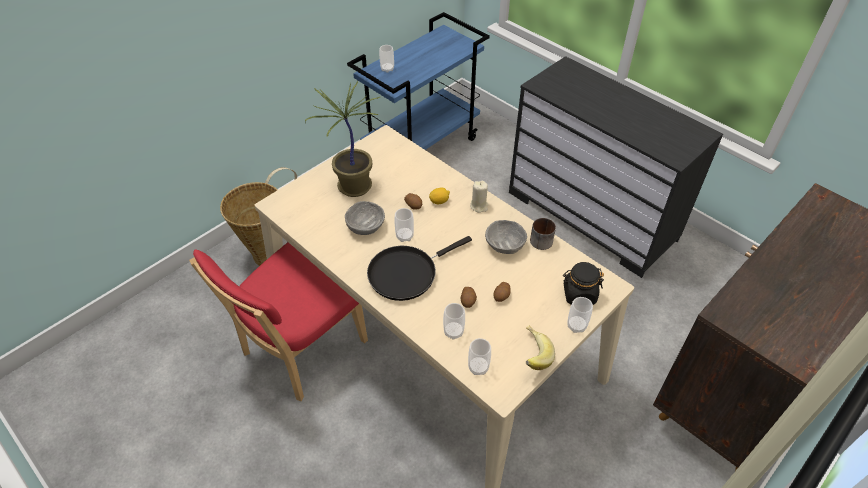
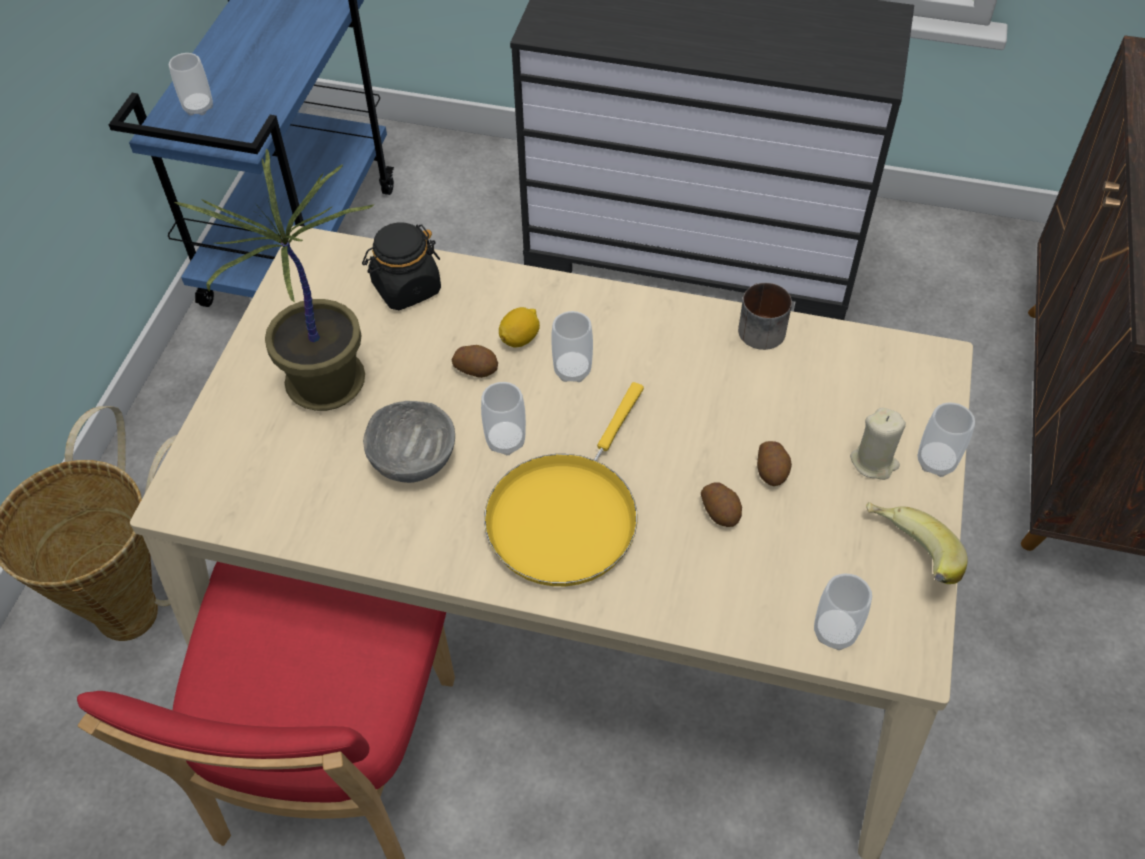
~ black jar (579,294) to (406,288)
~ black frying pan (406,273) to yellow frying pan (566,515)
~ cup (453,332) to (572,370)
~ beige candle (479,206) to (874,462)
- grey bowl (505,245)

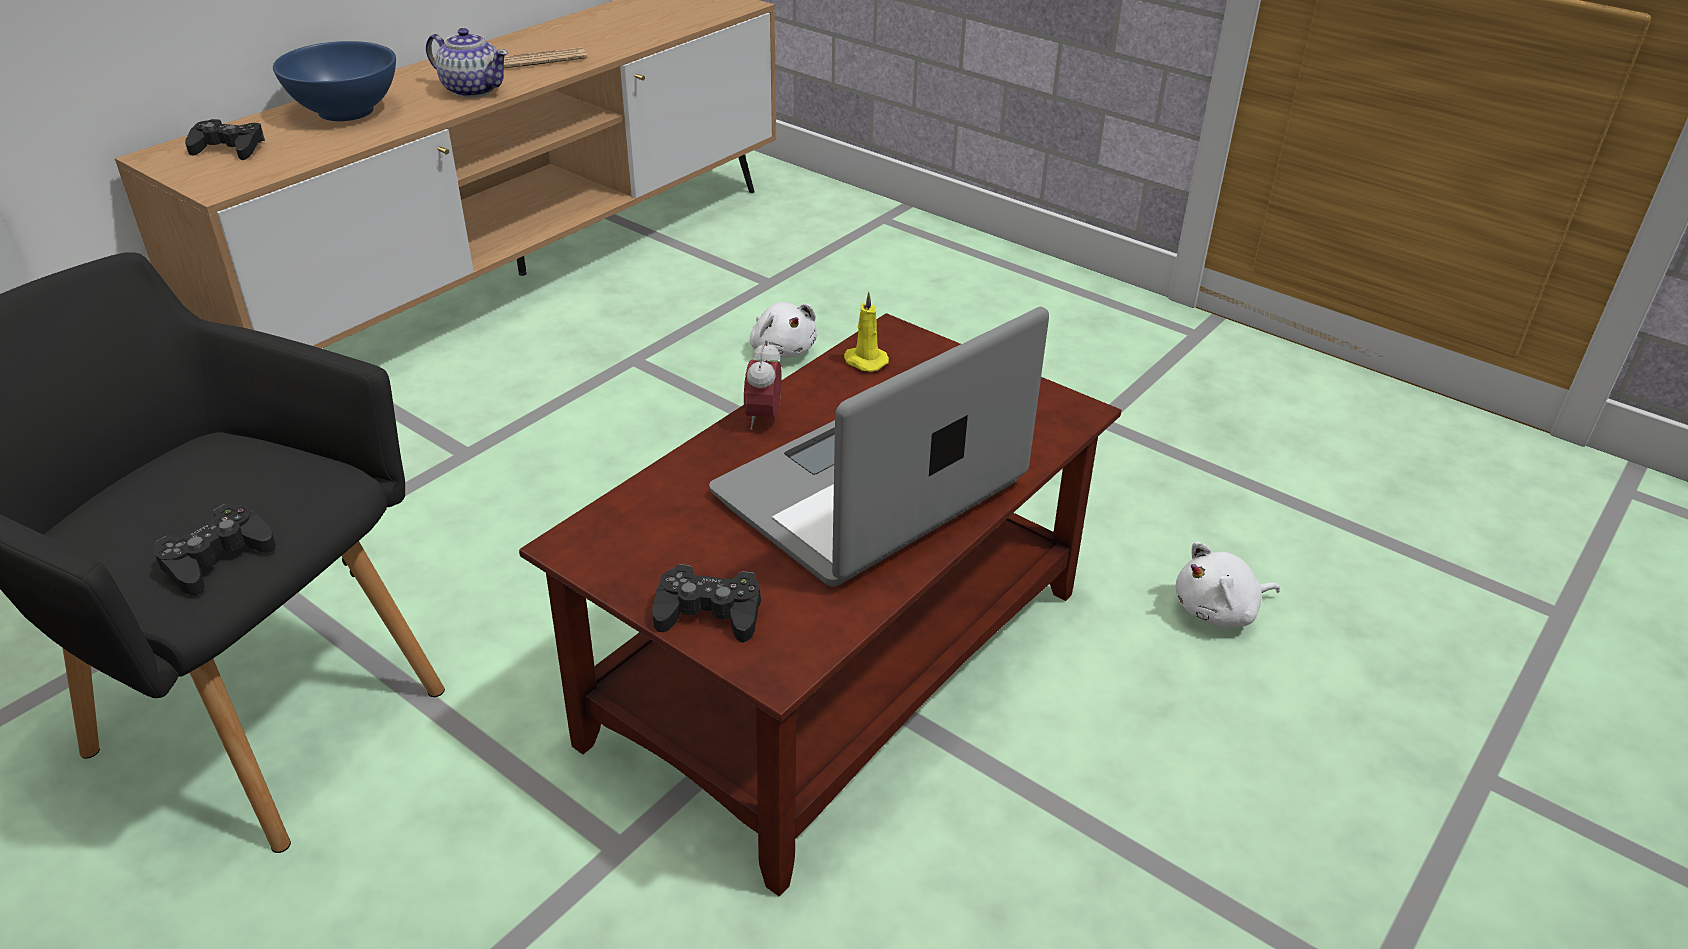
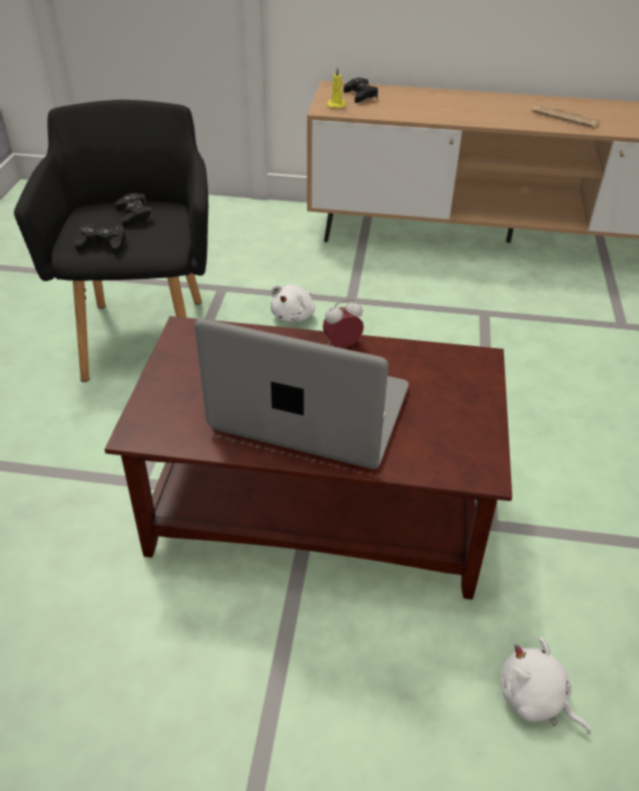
~ black game controller (709,613) to (134,216)
~ white plush toy (782,349) to (294,315)
~ yellow candle (864,361) to (336,105)
- blue bowl (346,111)
- teapot (472,89)

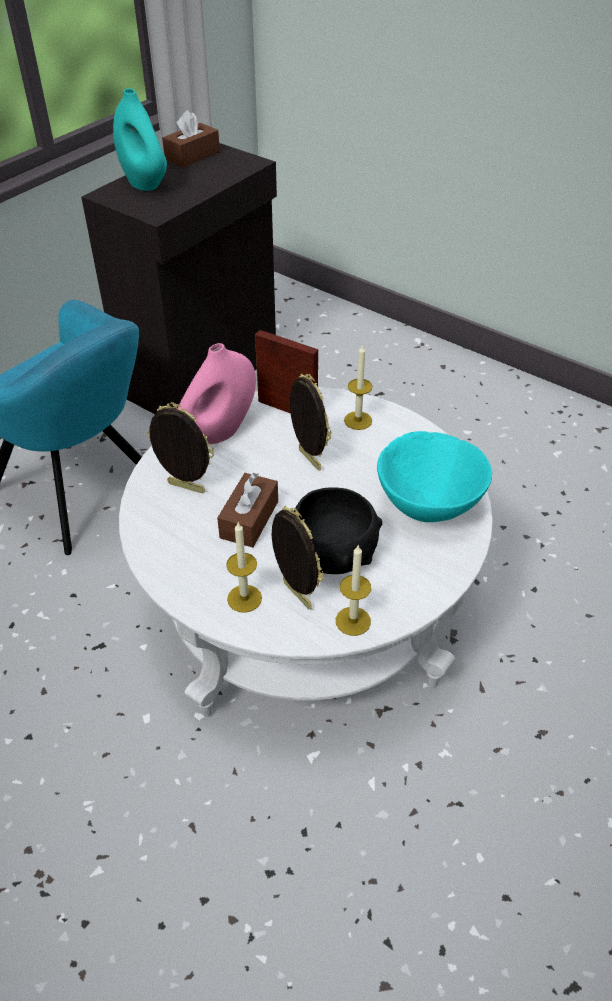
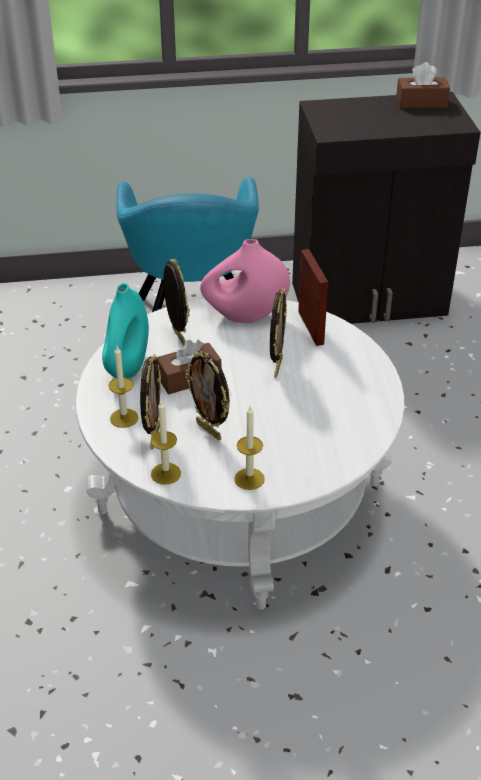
~ turquoise vase (144,183) to (128,367)
~ black bowl (333,554) to picture frame (210,430)
~ candle (358,420) to (249,479)
- turquoise bowl (428,507)

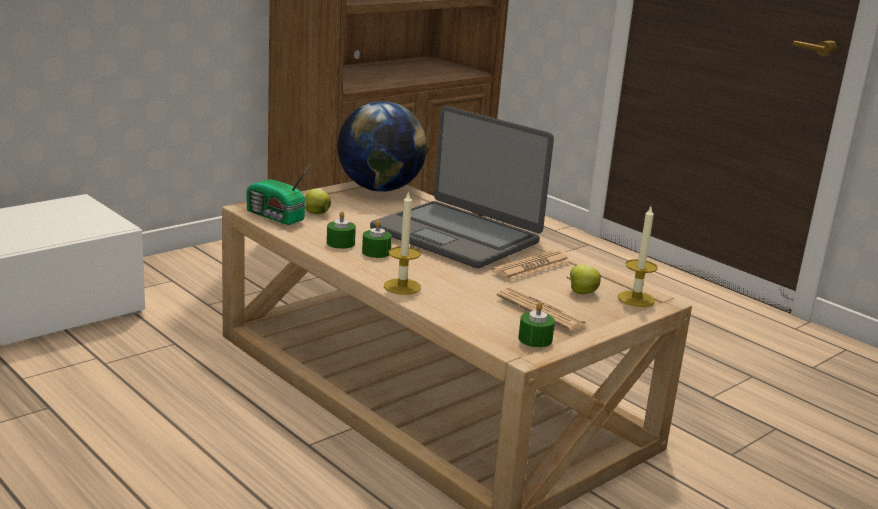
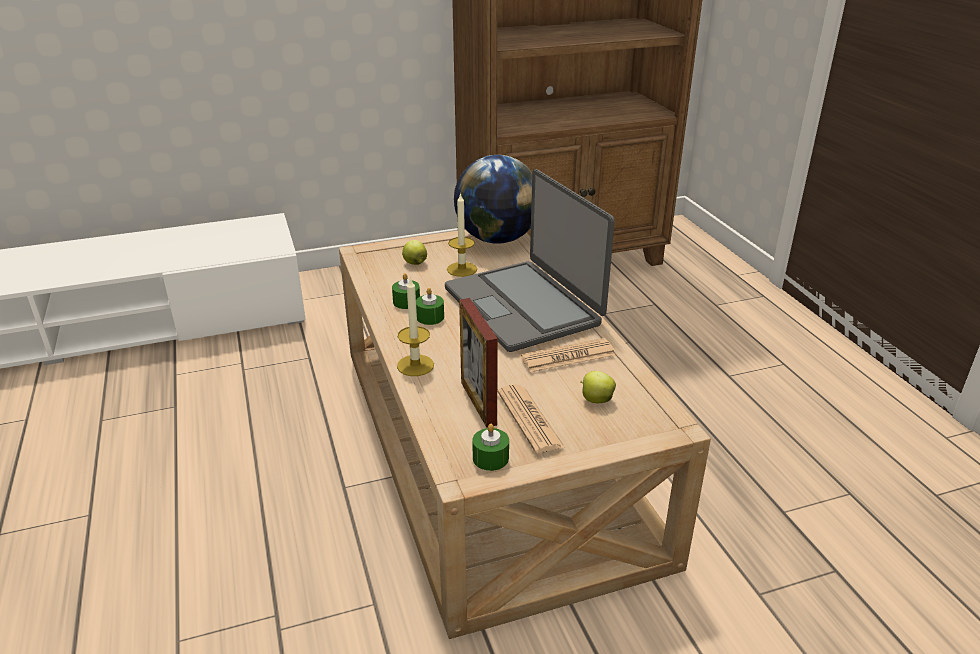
~ candle (636,299) to (462,269)
+ picture frame (478,403)
- radio (275,217)

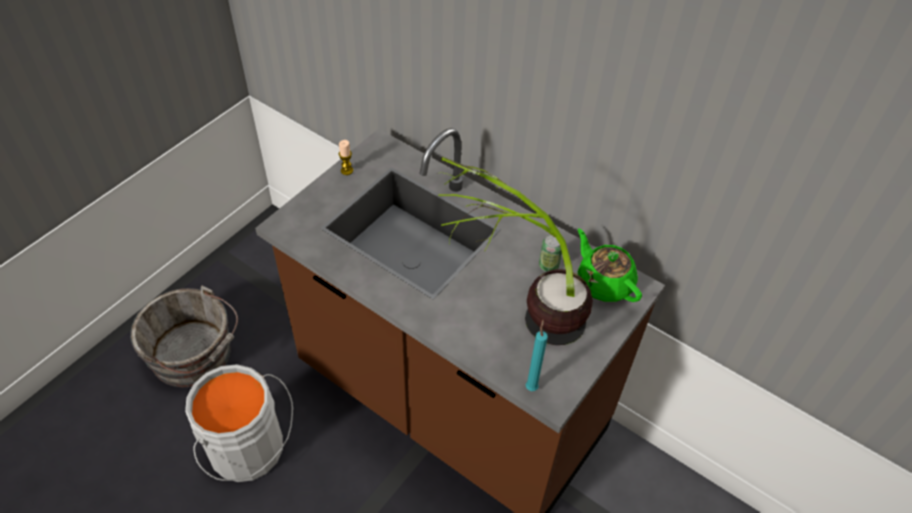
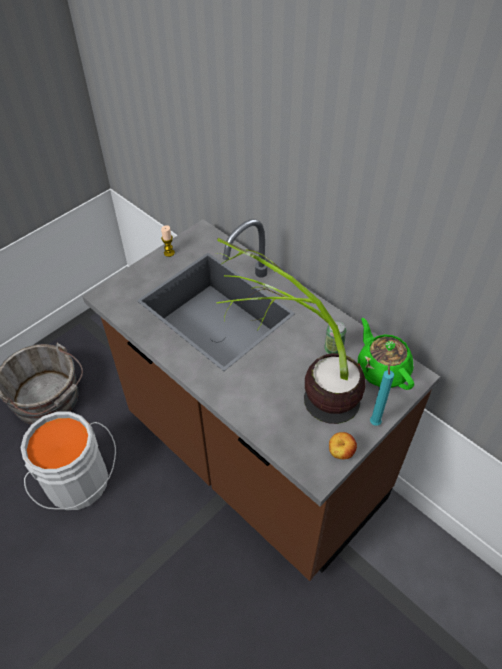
+ apple (340,453)
~ turquoise candle (531,386) to (375,421)

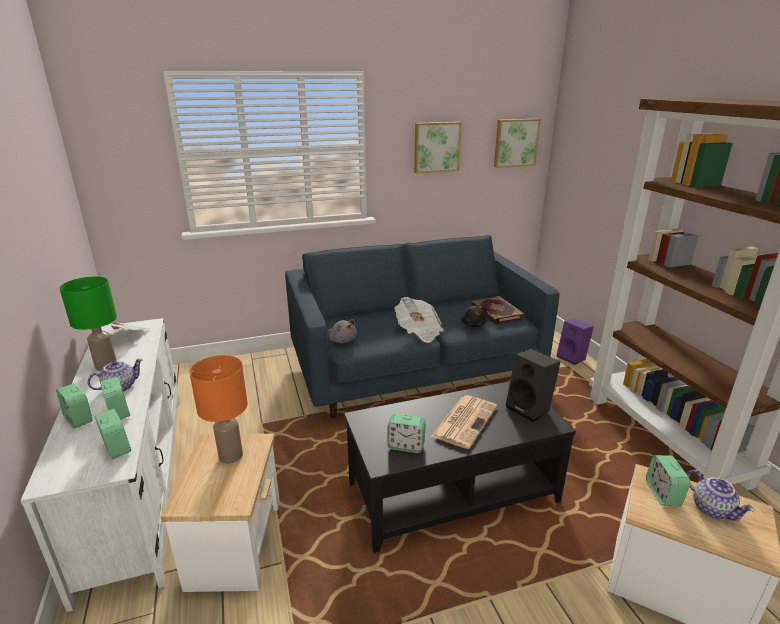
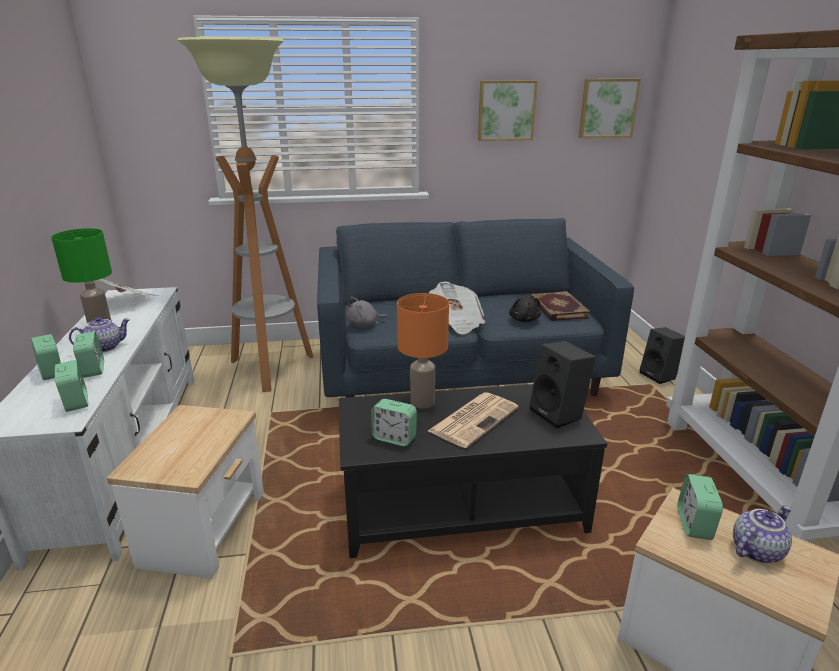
+ floor lamp (271,368)
~ grey plush toy (342,340) = (364,325) 105 degrees clockwise
~ orange table lamp (230,455) to (422,402)
~ purple speaker (572,358) to black speaker (660,376)
~ teapot (713,509) = (756,549) 105 degrees counterclockwise

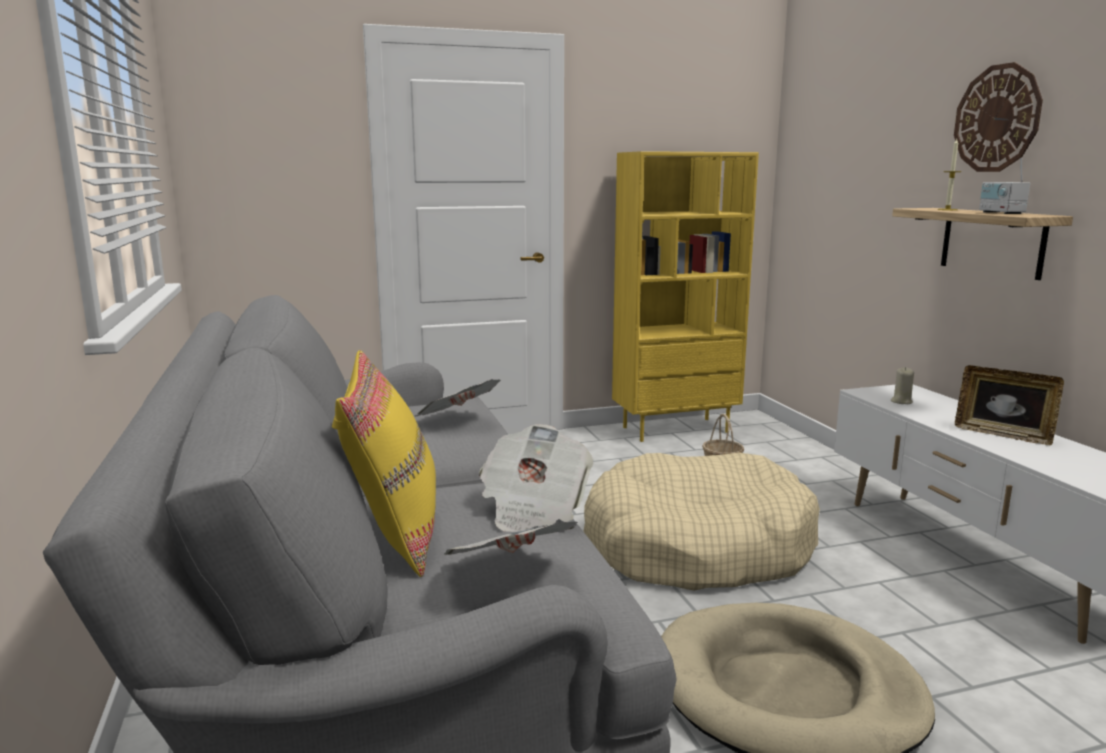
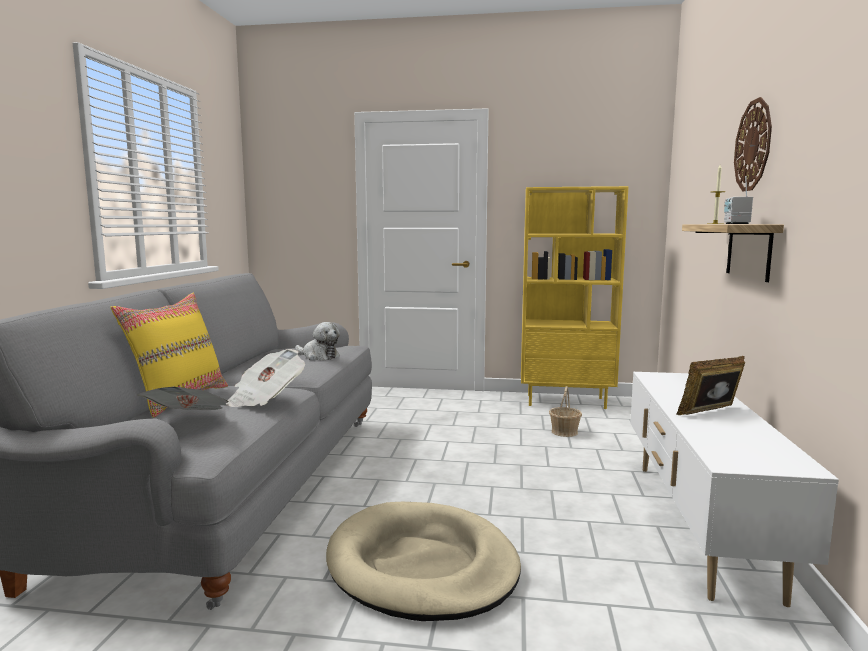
~ newspaper (457,420) to plush toy (318,356)
~ picture frame (1003,434) = (710,413) 90 degrees clockwise
- beige dog bed (697,547)
- beige candle (901,401)

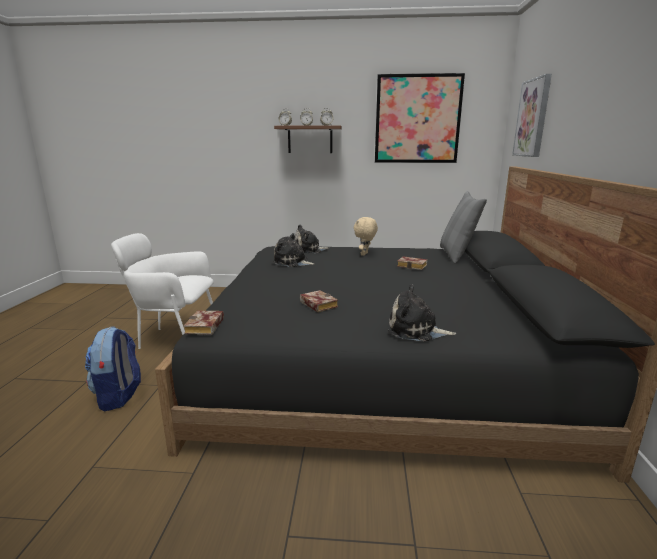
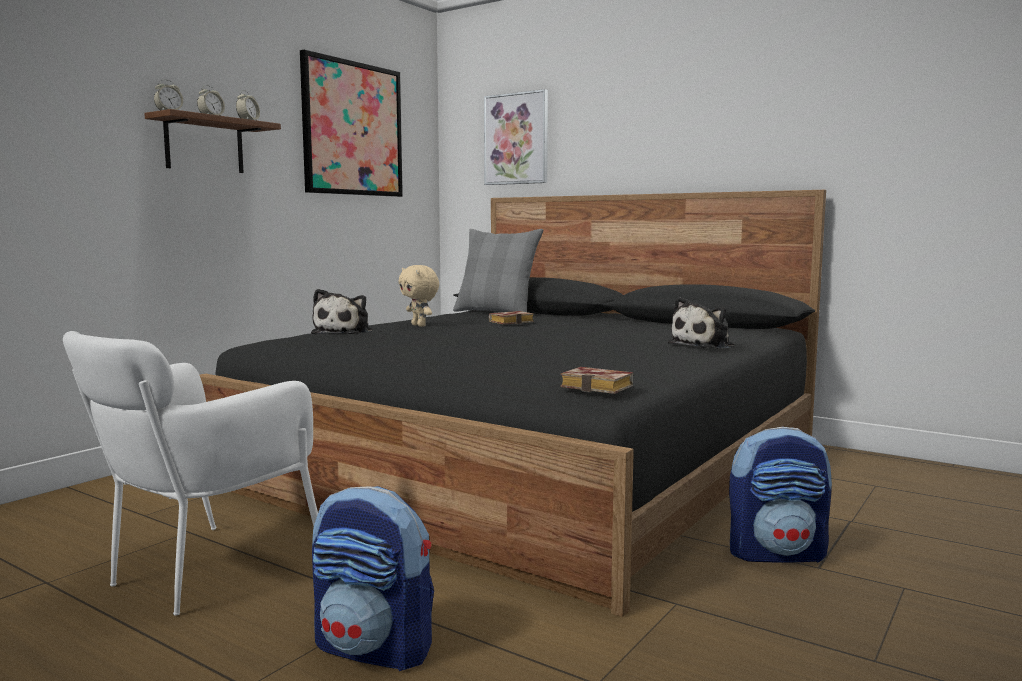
+ backpack (777,553)
- plush toy (293,262)
- book (316,304)

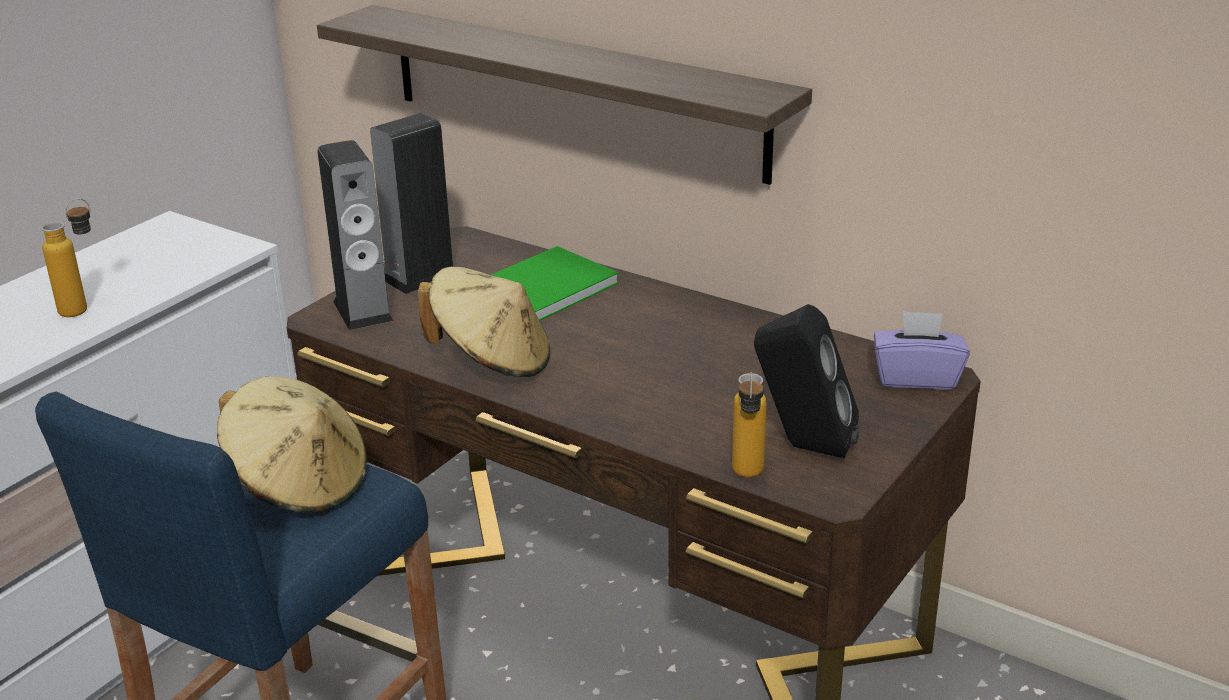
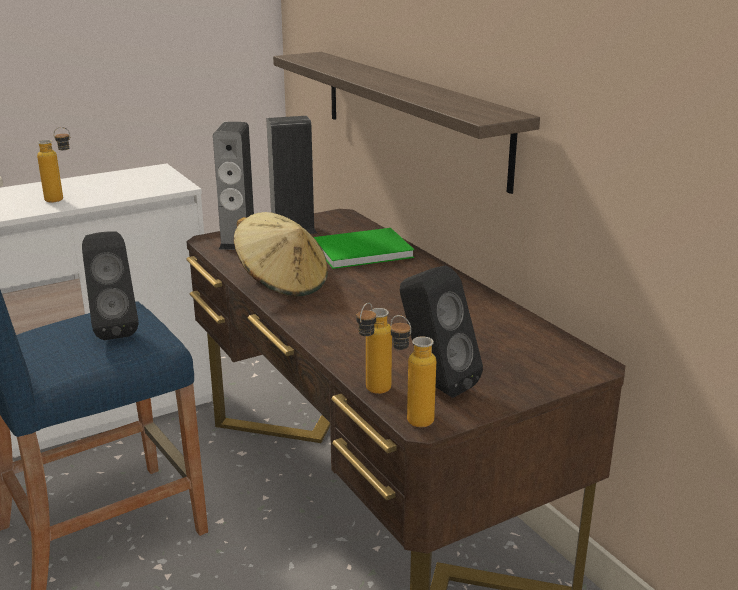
~ beige hat (299,484) to black speaker (114,329)
+ bottle (410,417)
- purple tissue box (916,377)

